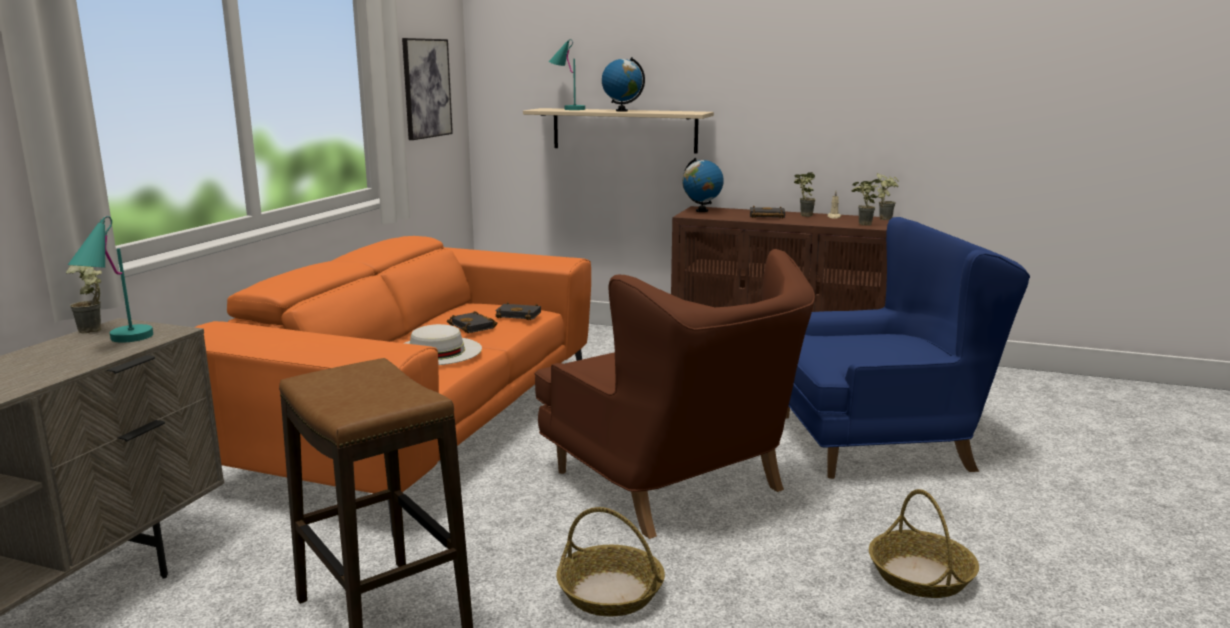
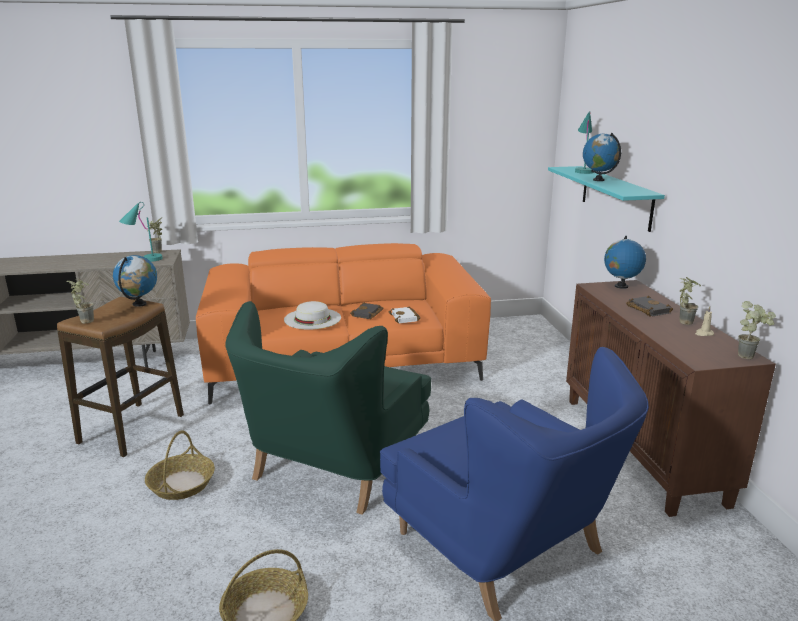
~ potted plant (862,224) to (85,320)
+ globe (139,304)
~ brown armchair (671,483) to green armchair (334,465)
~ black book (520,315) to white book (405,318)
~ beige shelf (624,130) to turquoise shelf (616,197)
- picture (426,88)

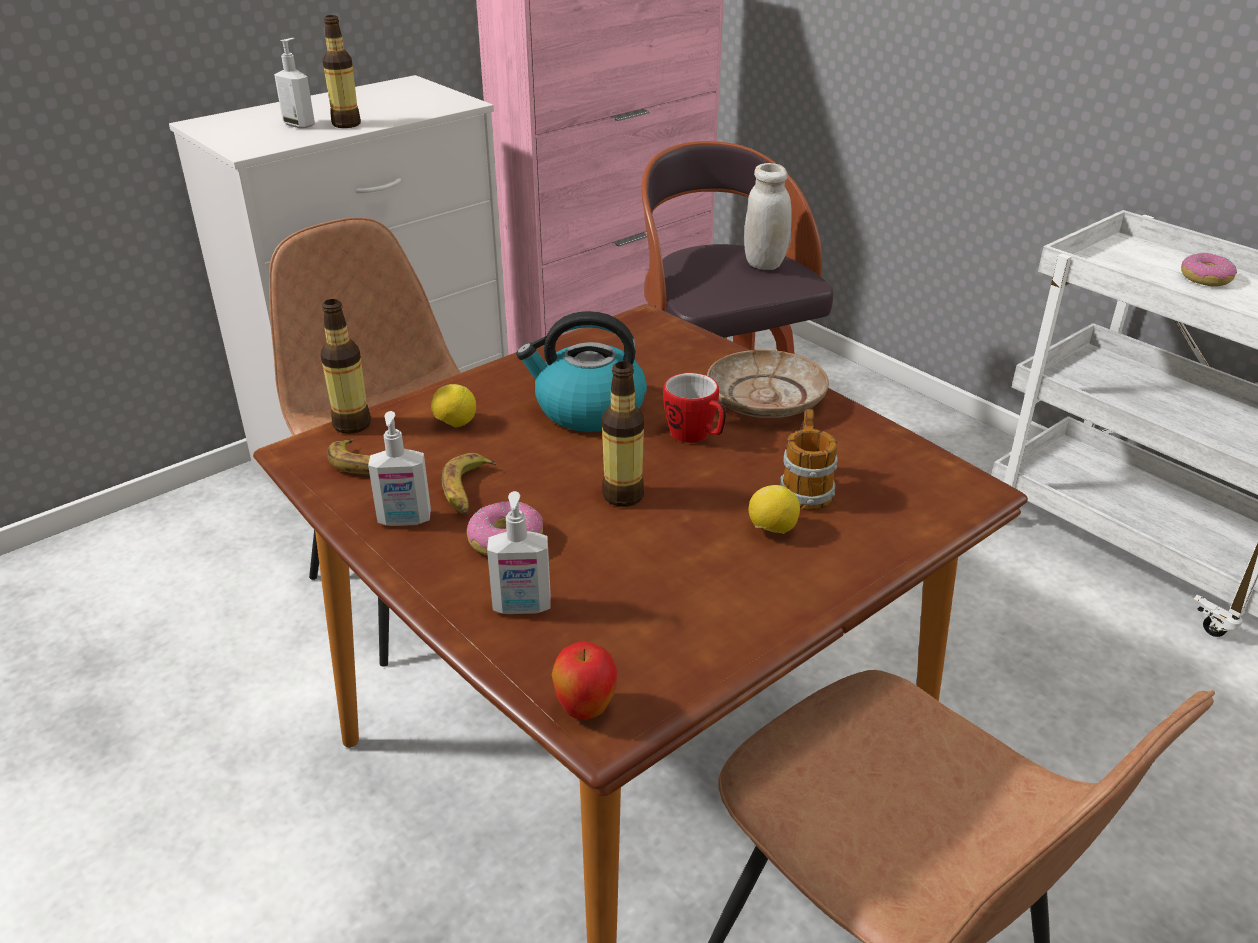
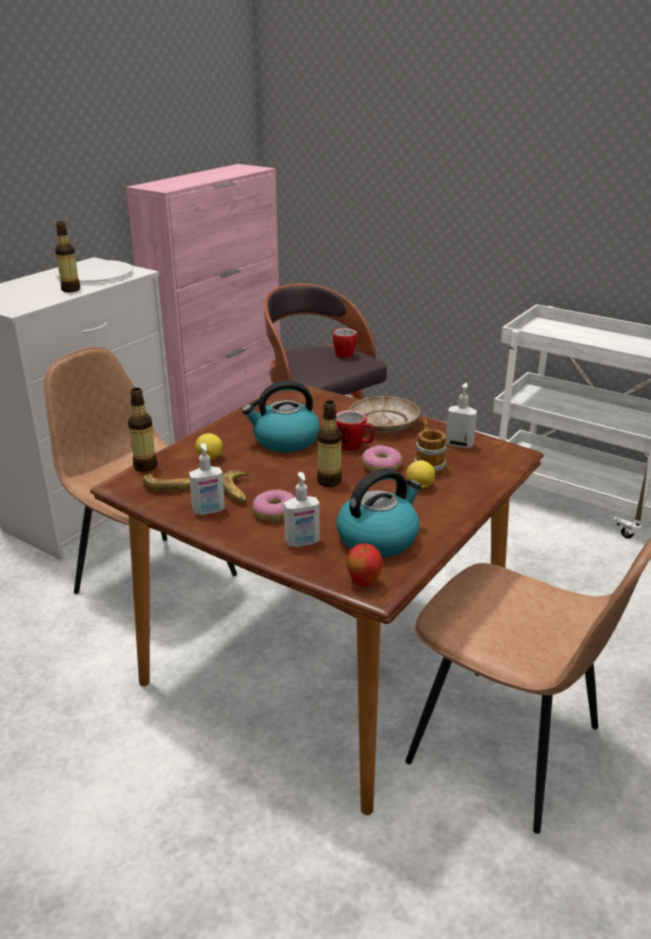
+ white plate (94,274)
~ white jar (764,263) to mug (342,354)
+ kettle (378,538)
~ donut (1205,278) to (381,466)
~ soap dispenser (300,125) to (459,444)

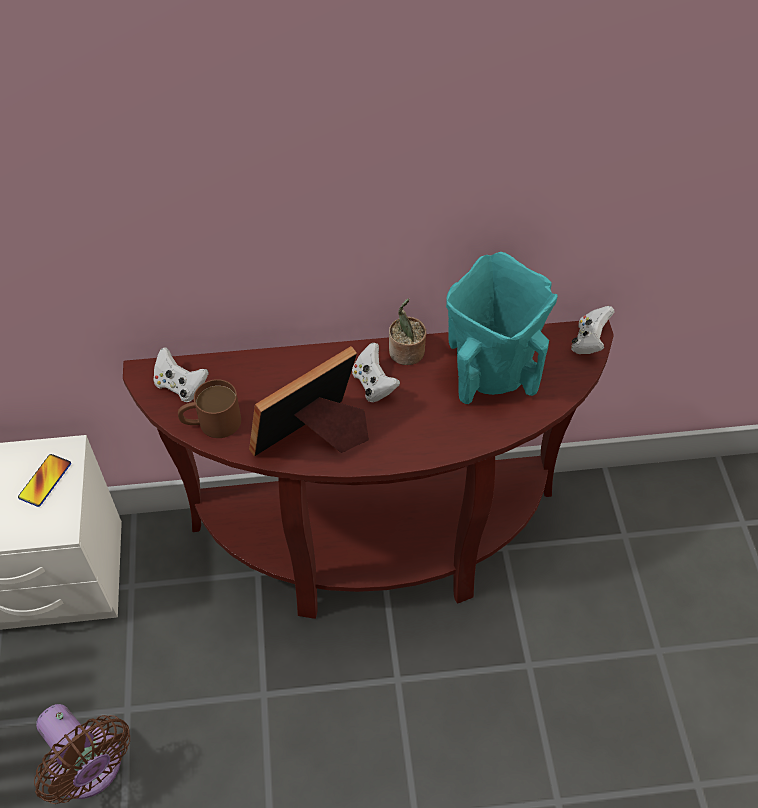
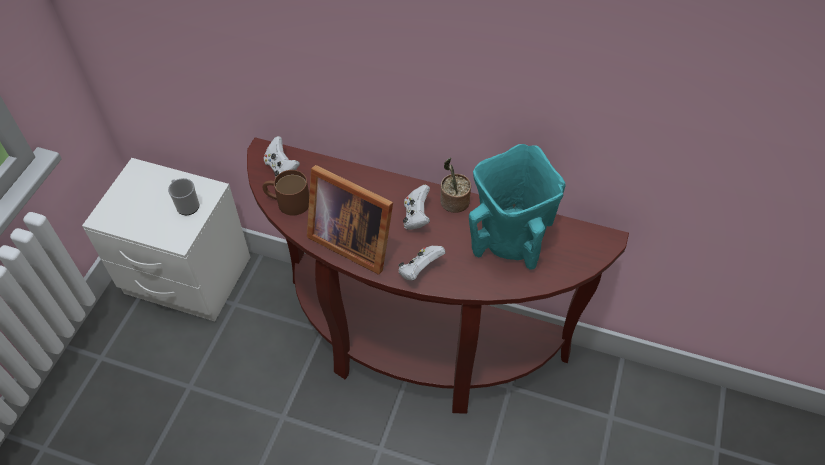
~ phone (45,481) to mug (186,205)
~ picture frame (314,438) = (351,239) 135 degrees counterclockwise
~ white game controller (589,342) to (419,270)
- brown fan (90,769)

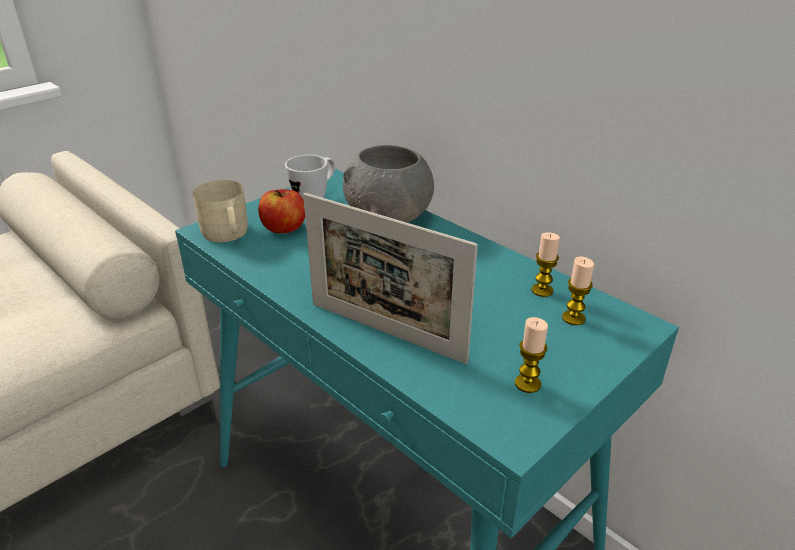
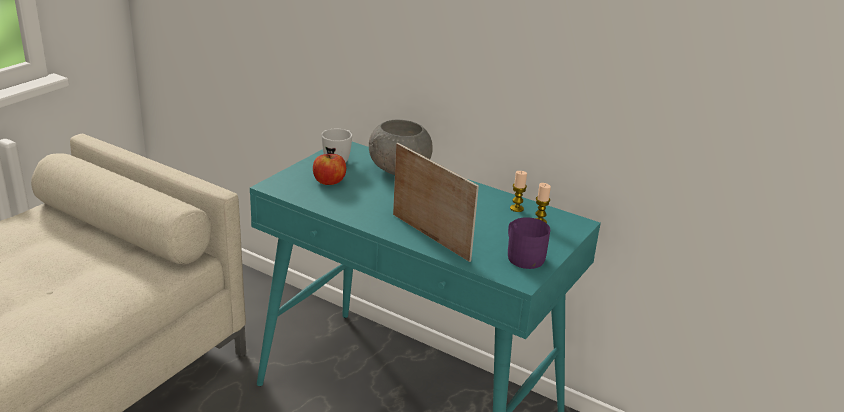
~ picture frame (386,332) = (430,237) 150 degrees counterclockwise
~ candle (527,384) to purple mug (522,256)
- beige mug (226,234)

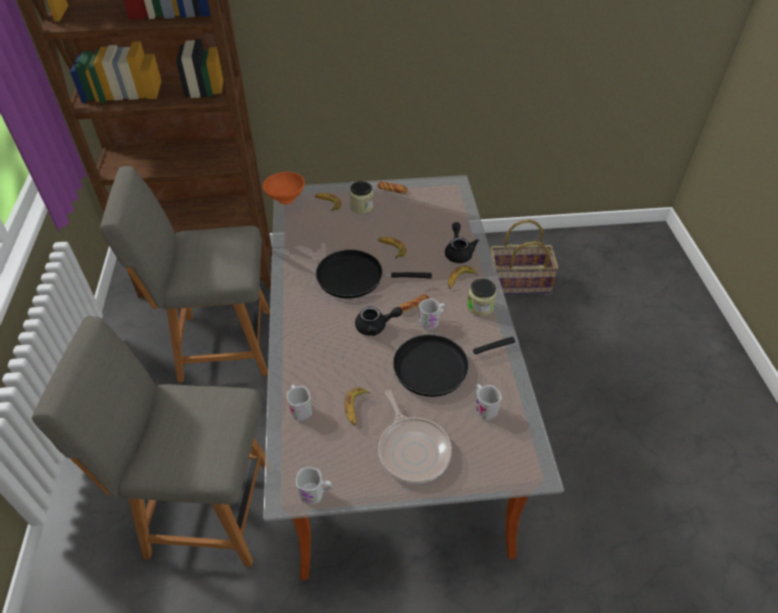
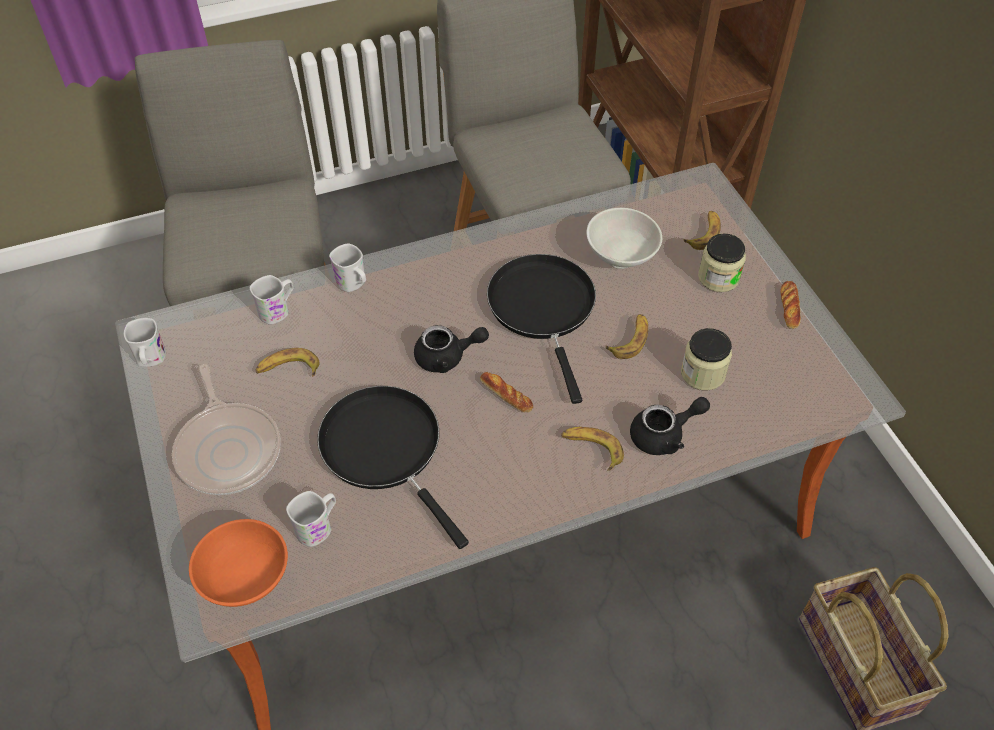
~ frying pan (413,449) = (228,449) 75 degrees counterclockwise
~ orange bowl (285,200) to (244,580)
~ white mug (431,321) to (353,284)
~ black teapot (376,326) = (447,357) 75 degrees counterclockwise
+ white bowl (622,258)
~ jar (480,307) to (703,373)

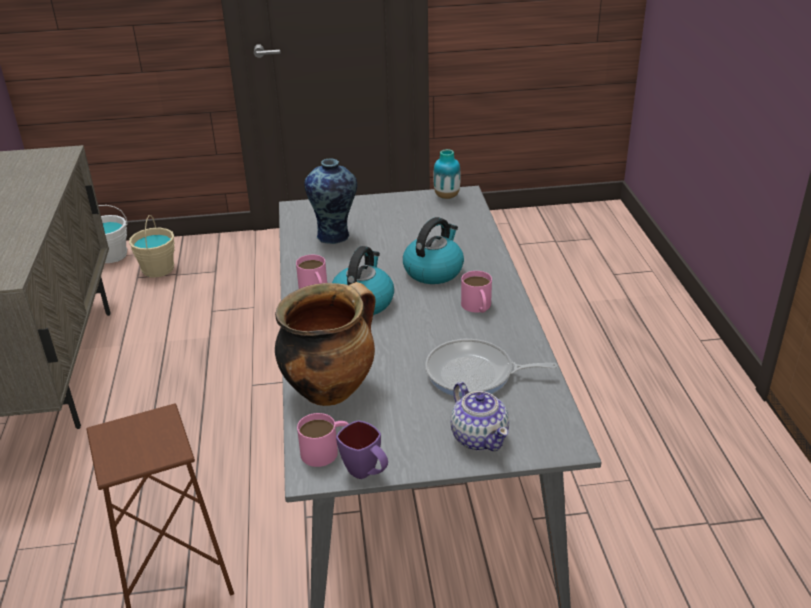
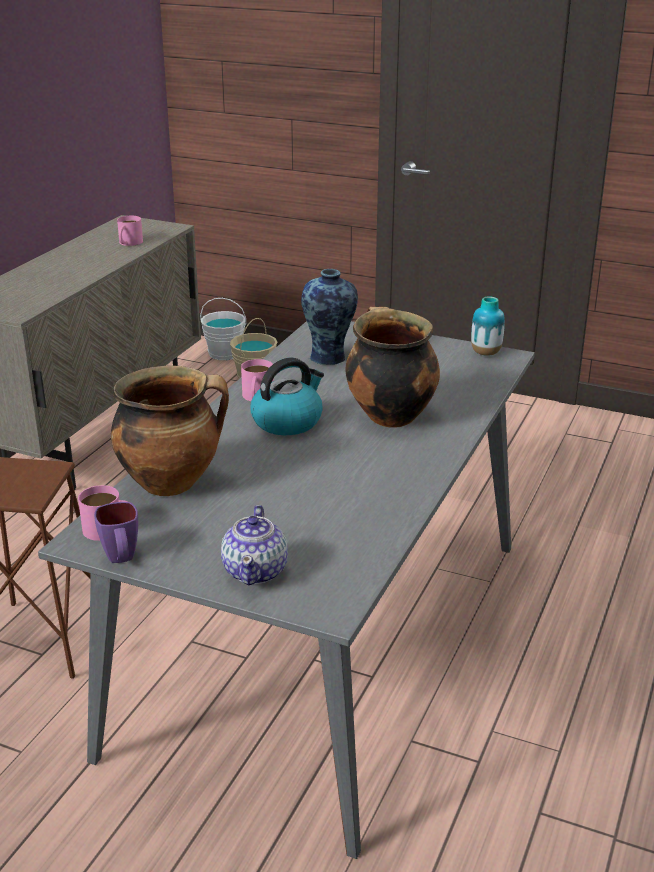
~ pink mug (477,307) to (128,243)
~ kettle (433,270) to cooking pot (389,415)
- frying pan (474,374)

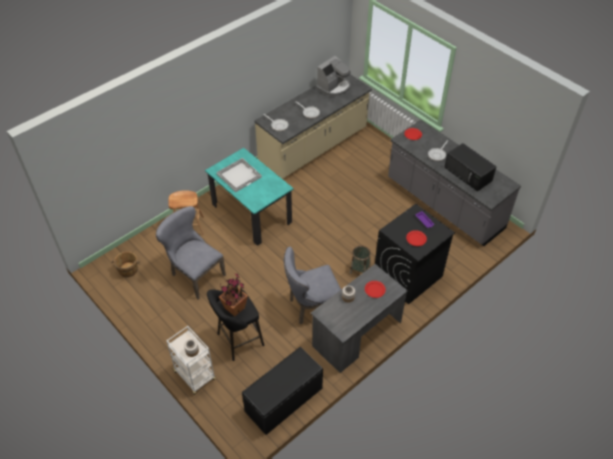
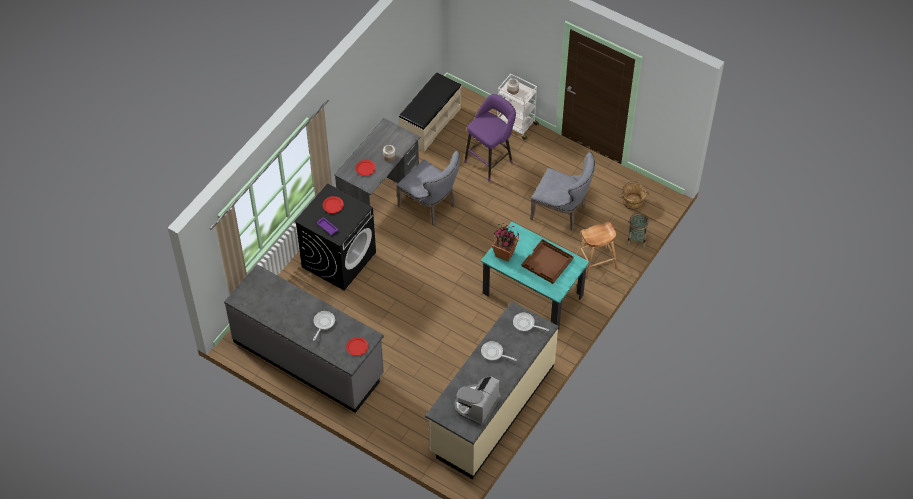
~ grey chair (311,307) = (430,206) 75 degrees clockwise
~ black bench (284,400) to beige bench (430,123)
~ black stool (238,341) to purple stool (490,161)
~ potted plant (234,308) to (505,254)
~ white tray (239,175) to brown tray (547,262)
~ basket (360,270) to (636,239)
- black microwave (468,174)

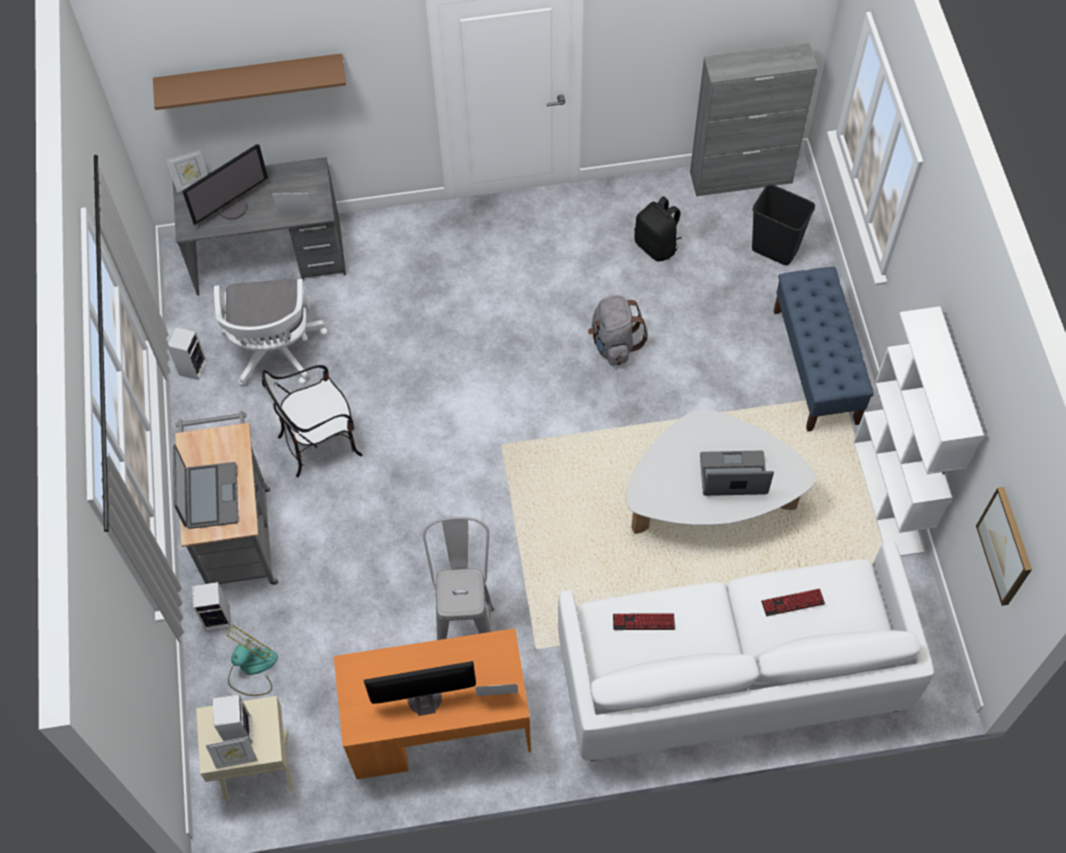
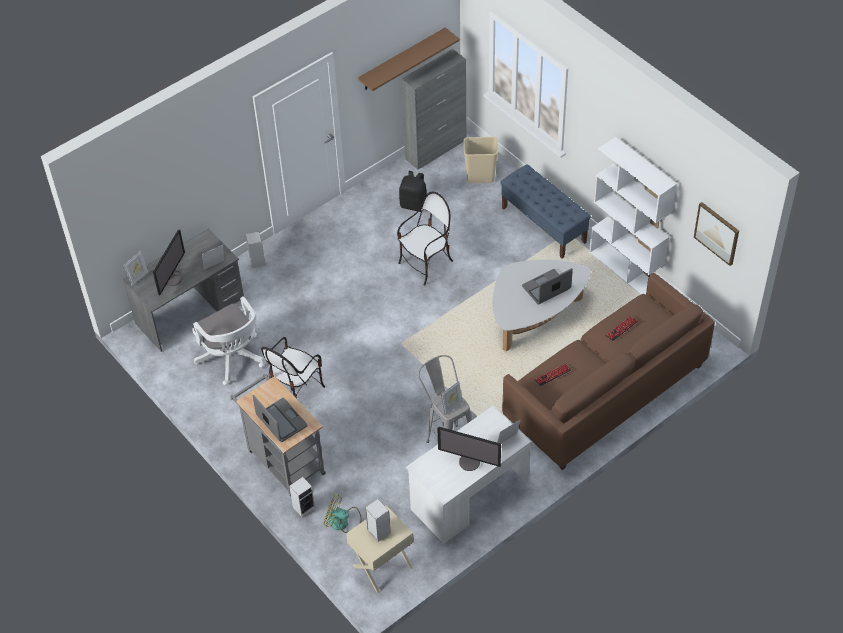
~ speaker (193,367) to (256,261)
~ fan (252,668) = (343,522) 75 degrees counterclockwise
~ brown shelf (250,77) to (402,60)
~ grey backpack (614,343) to chair (426,264)
~ orange desk (438,726) to white desk (469,495)
~ monitor (424,699) = (470,461) 120 degrees counterclockwise
~ picture frame (236,760) to (451,407)
~ black trash can (775,249) to beige trash can (480,177)
~ white sofa (731,674) to brown sofa (605,392)

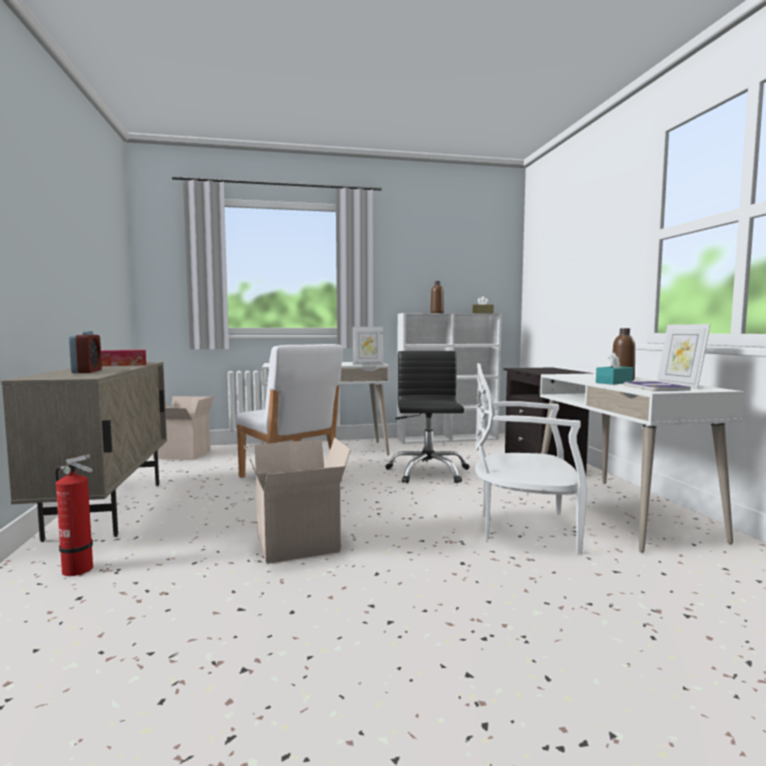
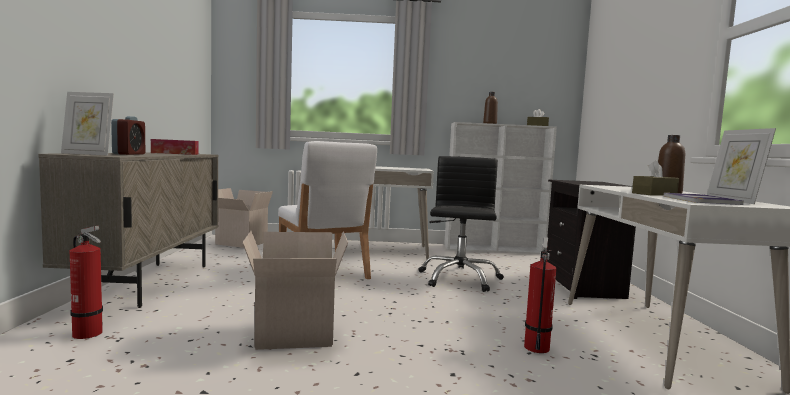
~ picture frame (367,364) to (88,154)
~ white chair (524,529) to fire extinguisher (536,346)
~ turquoise tissue box (614,382) to brown tissue box (654,194)

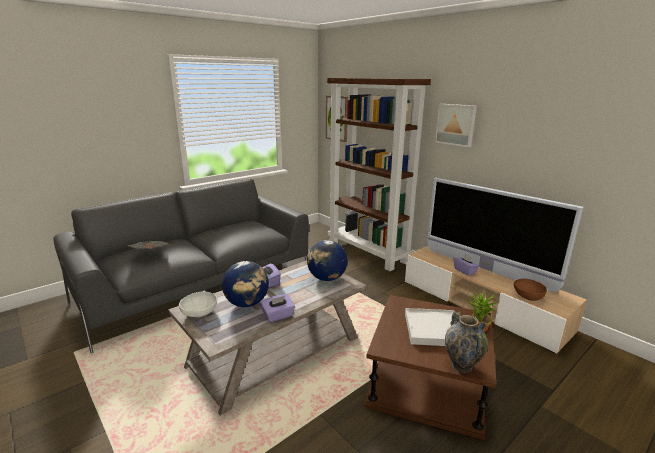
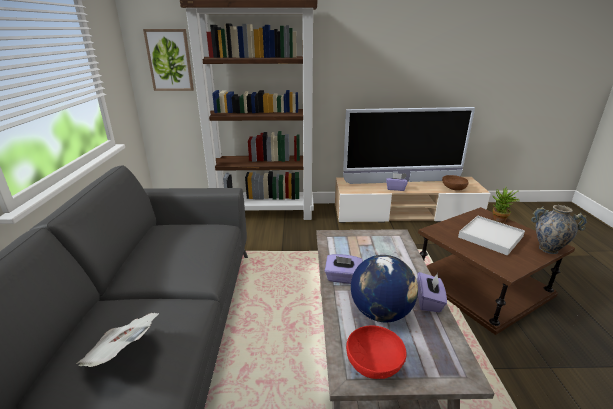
~ white bowl (200,314) to red bowl (374,364)
- globe (326,278)
- picture (456,124)

